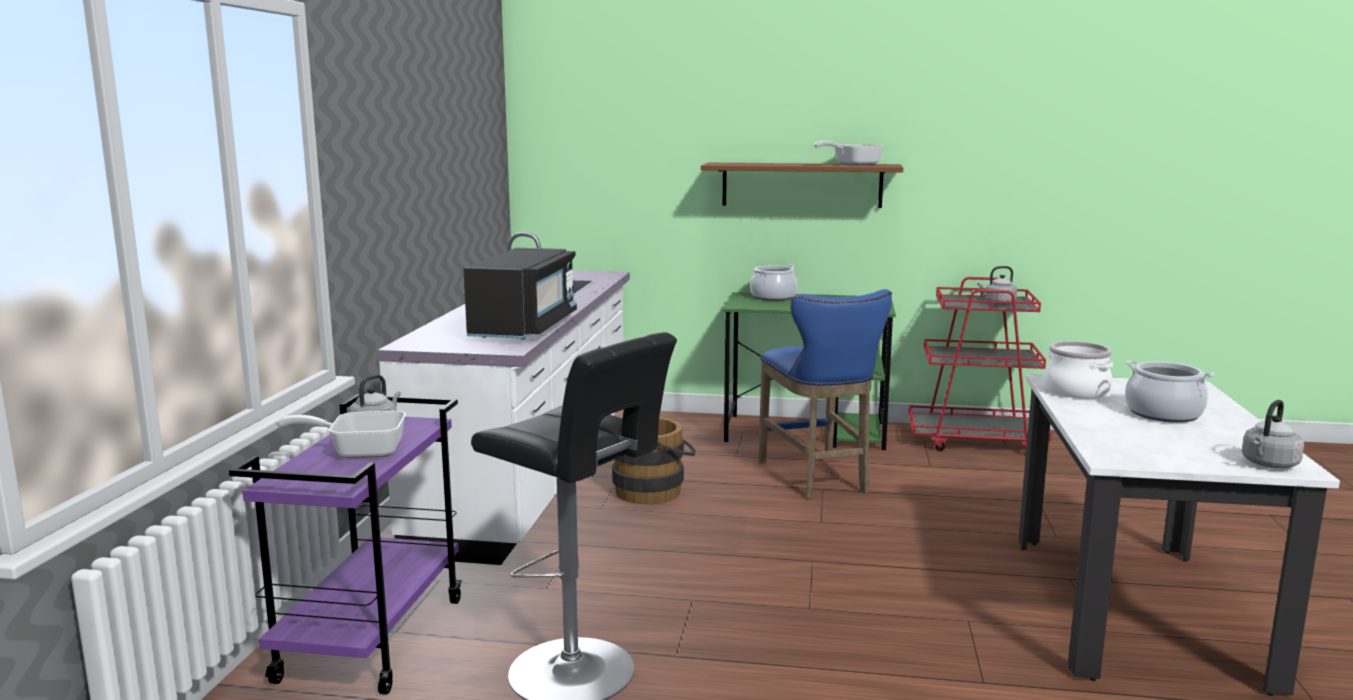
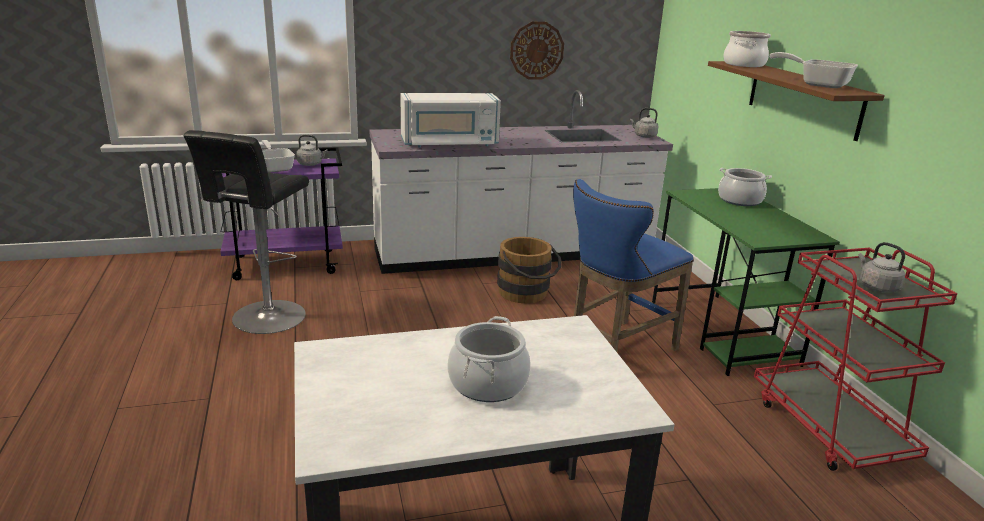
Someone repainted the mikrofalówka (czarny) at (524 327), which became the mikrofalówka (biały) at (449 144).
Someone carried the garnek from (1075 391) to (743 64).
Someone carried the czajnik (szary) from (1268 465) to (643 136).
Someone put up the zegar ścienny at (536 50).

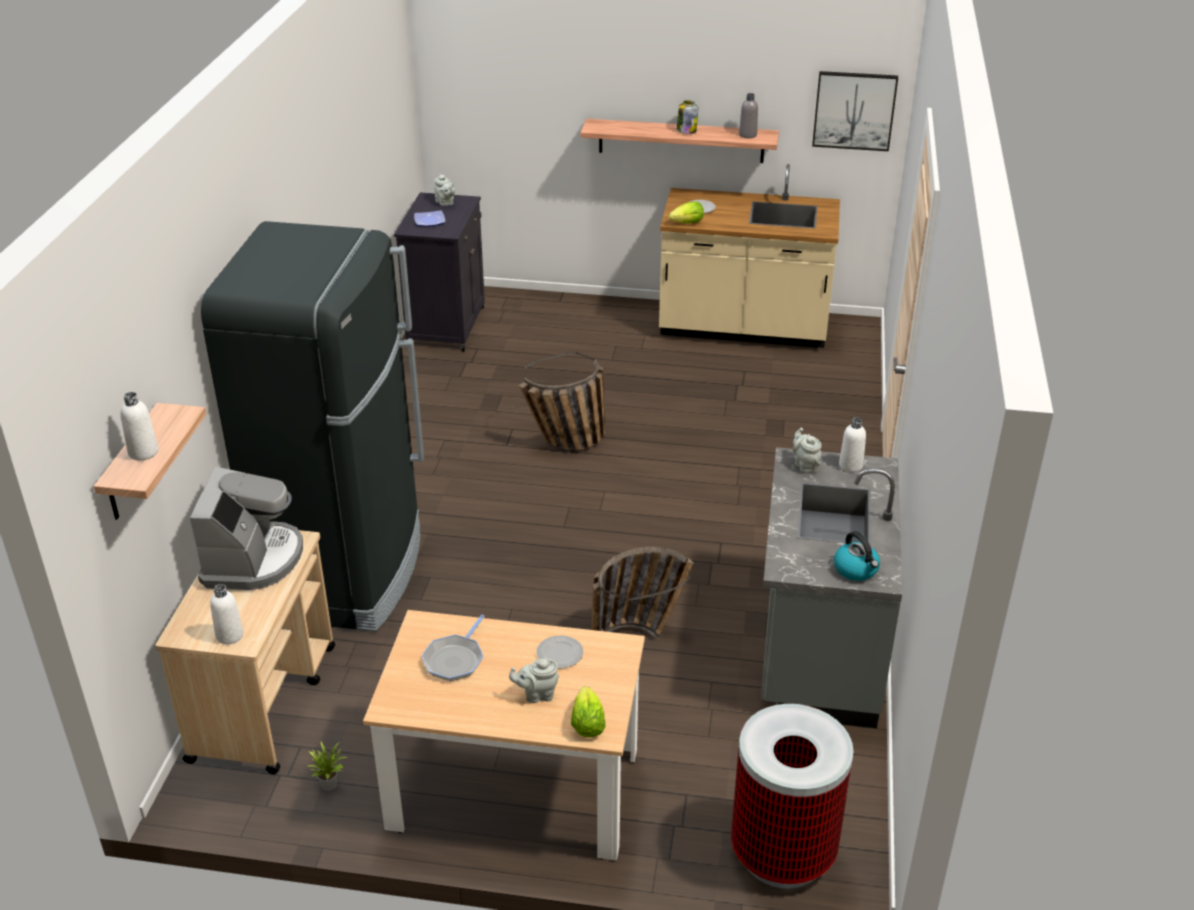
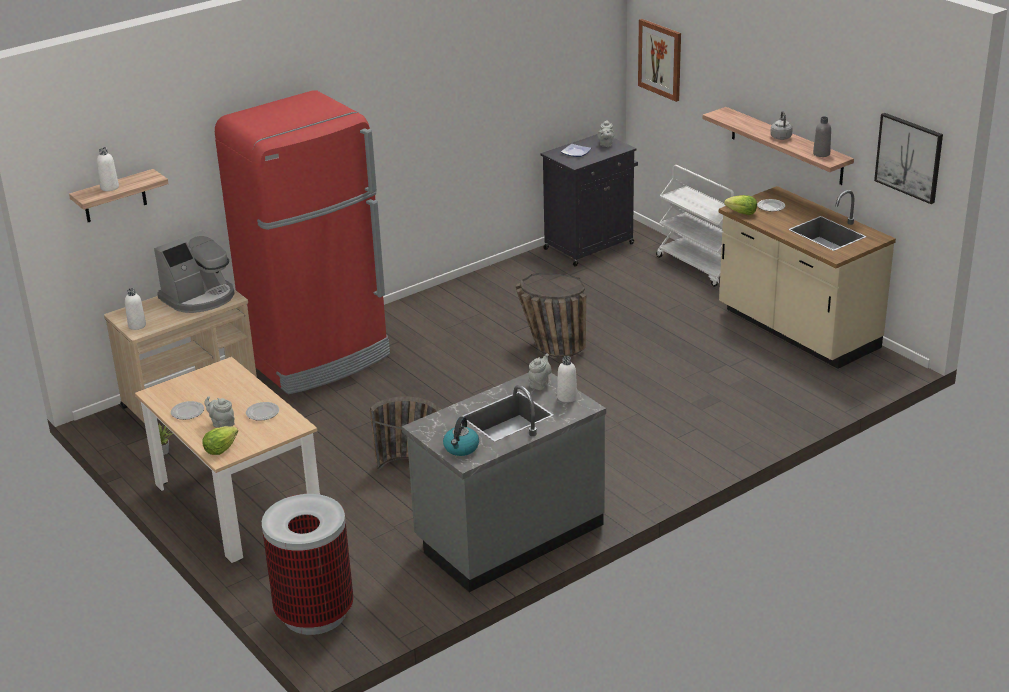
Someone repainted the lodówka (czarny) at (346 573), which became the lodówka (czerwony) at (319 358).
Someone took away the patelnia at (455 659).
Someone swapped the słoik at (686 131) for the czajnik (szary) at (780 136).
Someone put down the talerz at (188 412).
Someone put up the obraz at (660 59).
Someone put down the wózek (biały) at (699 266).

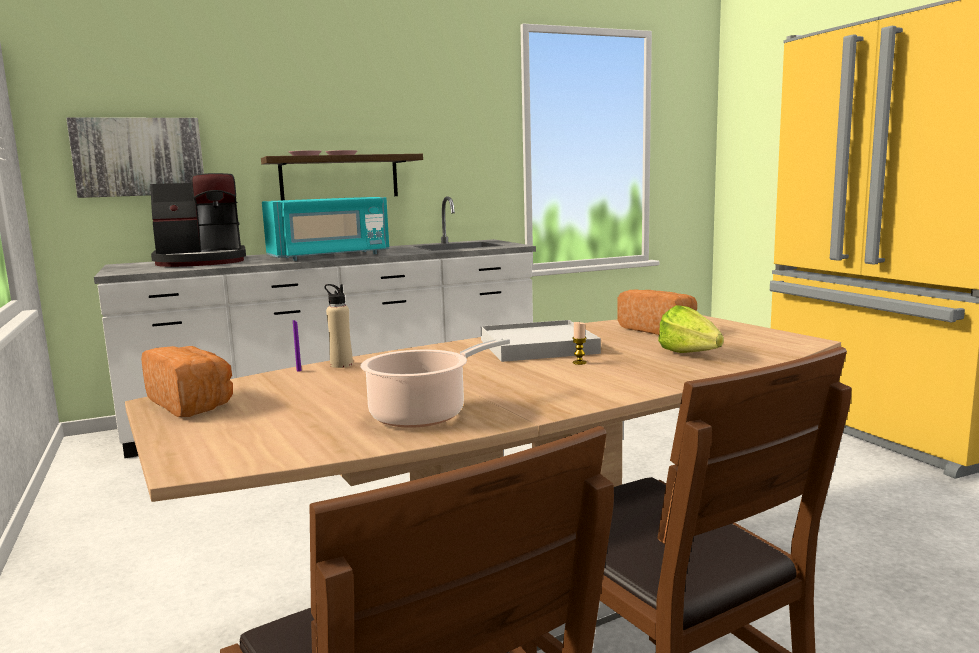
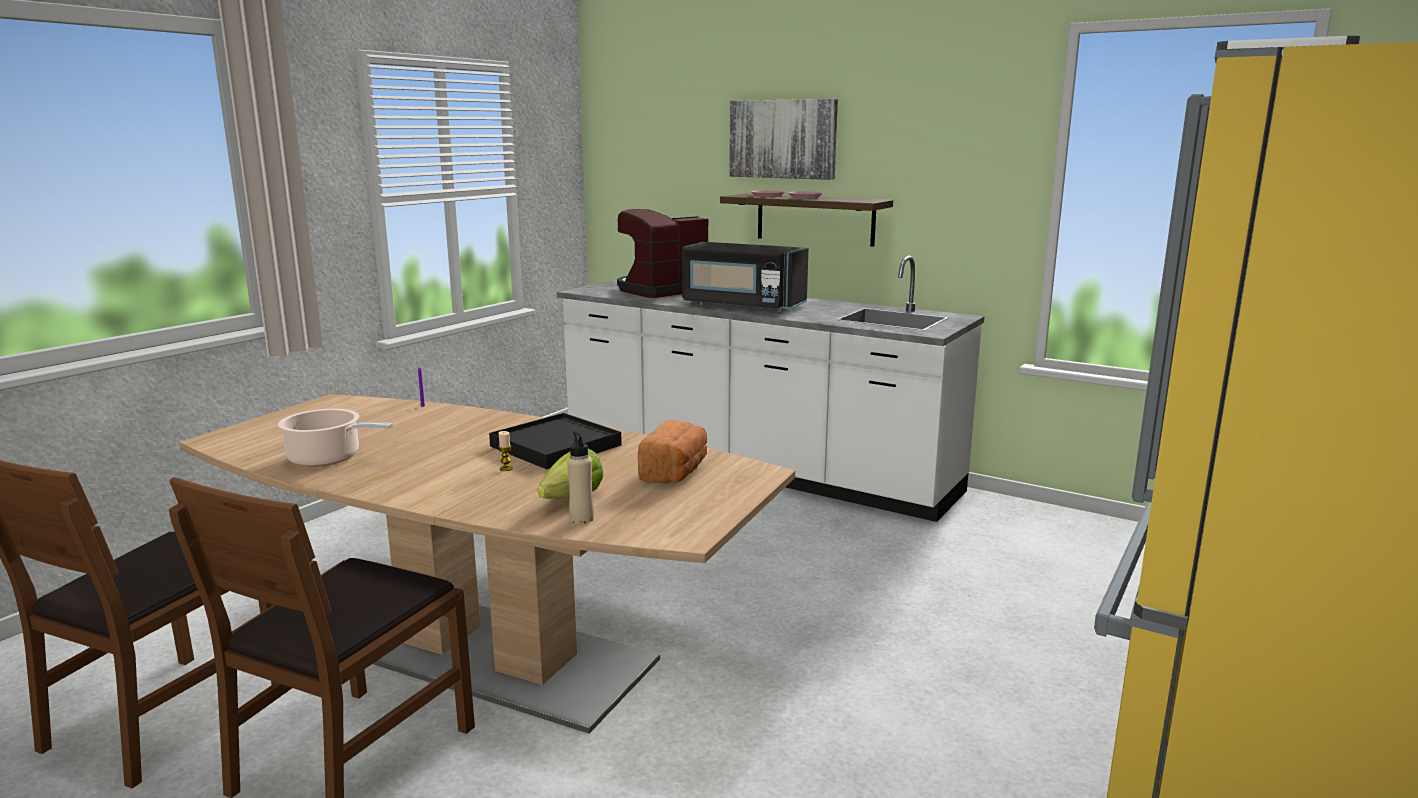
Someone carried the obraz from (139 157) to (783 139).
Someone took away the chleb at (192 403).
Someone rotated the ekspres do kawy at (202 262) by 105 degrees clockwise.
Someone repainted the mikrofalówka (turkusowy) at (330 256), which became the mikrofalówka (czarny) at (742 306).
Someone carried the butelka (beżowy) from (341 365) to (582 518).
Someone repainted the taca (biały) at (538 346), which became the taca (czarny) at (555 446).

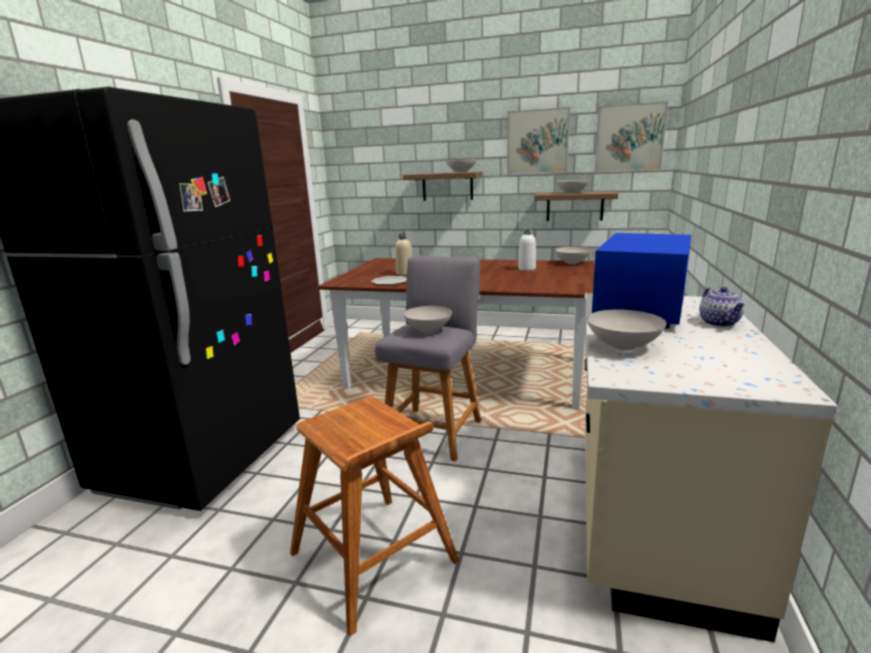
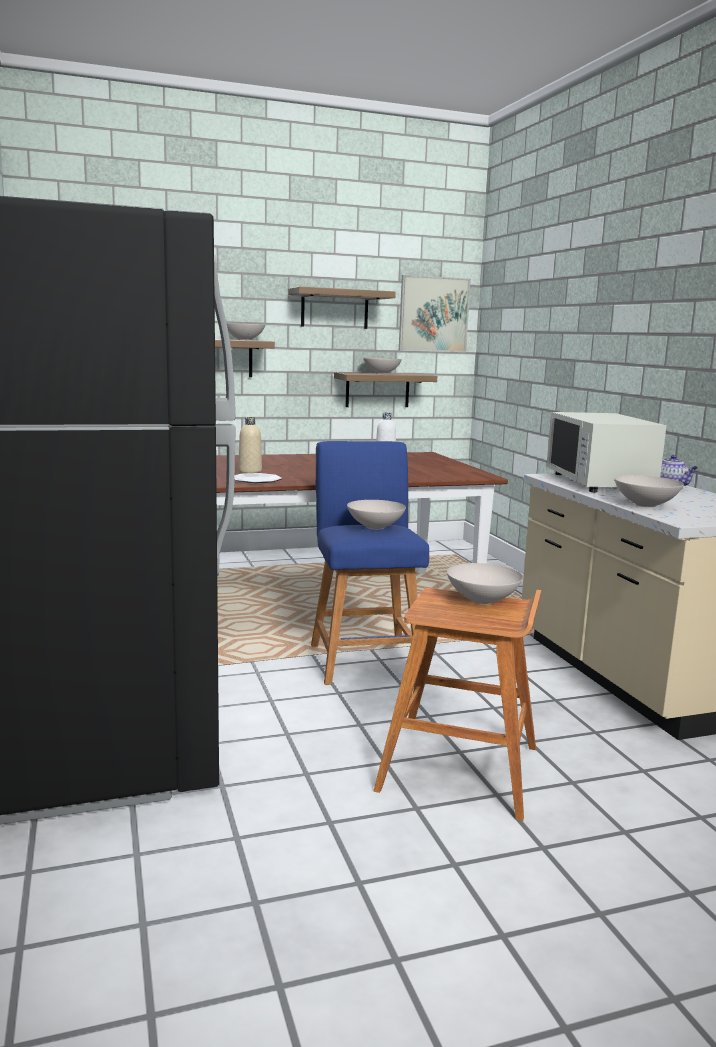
Someone repainted the stołek (szary) at (435 430), which became the stołek (niebieski) at (364 659).
Someone swapped the obraz at (537 142) for the półka at (334 309).
Someone carried the miska (biały) from (571 263) to (481 601).
Someone repainted the mikrofalówka (niebieski) at (641 310), which became the mikrofalówka (biały) at (599 482).

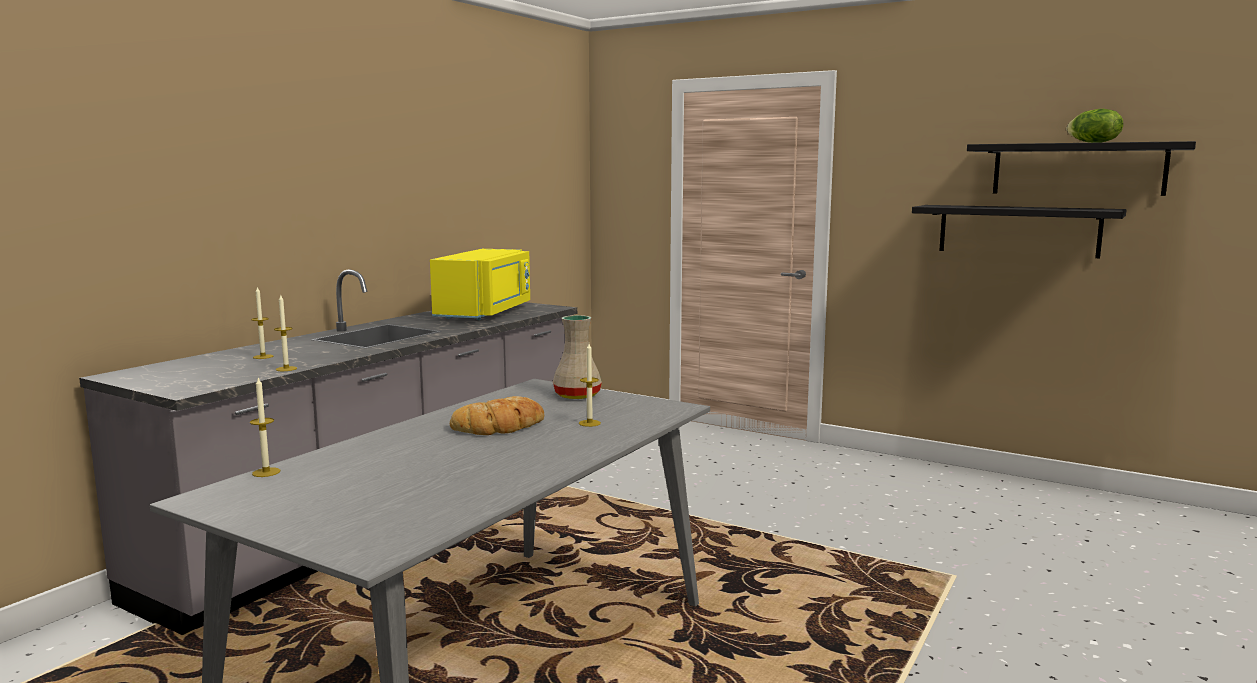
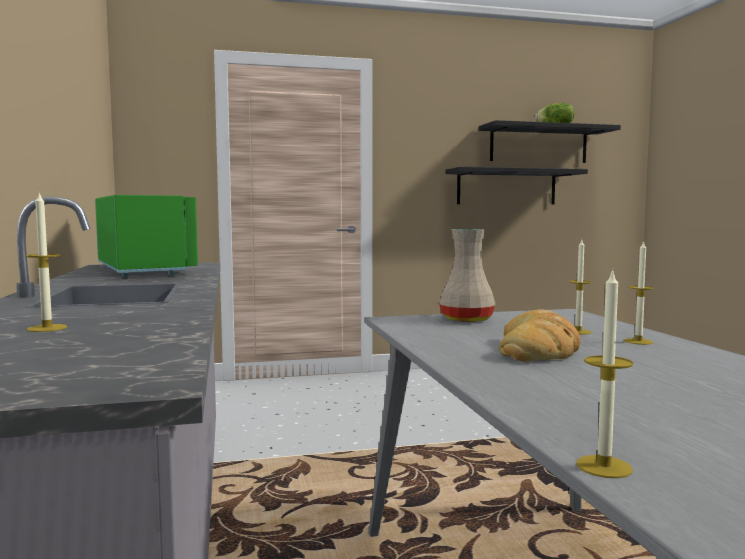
Someone carried the świeca from (286 369) to (638 341).
Someone repainted the mikrofalówka (żółty) at (486 312), which became the mikrofalówka (zielony) at (147 270).

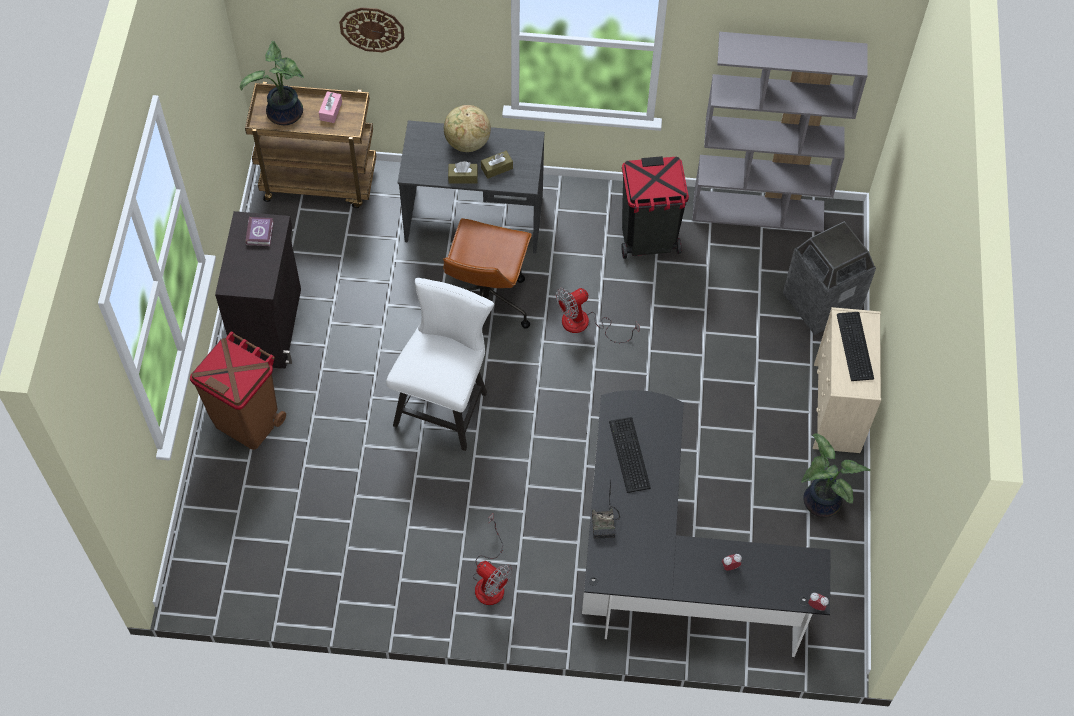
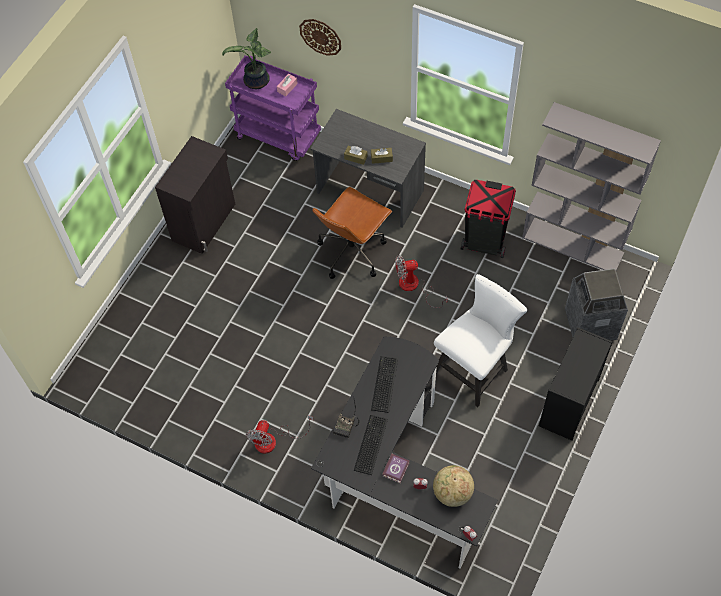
Someone took away the kosz na śmieci (brązowy) at (247 421).
Someone repainted the wózek (brązowy) at (320 181), which became the wózek (fioletowy) at (279 136).
Someone carried the książka from (260 232) to (396 469).
Someone carried the krzesło (biały) from (445 404) to (474 368).
Someone carried the globus from (467 143) to (452 493).
Someone rotated the wentylator at (490 580) by 45 degrees clockwise.
Someone took away the roślina doniczkowa at (819 501).
Someone repainted the komoda (beżowy) at (837 409), which became the komoda (czarny) at (568 403).
Someone carried the klawiatura from (853 347) to (369 445).

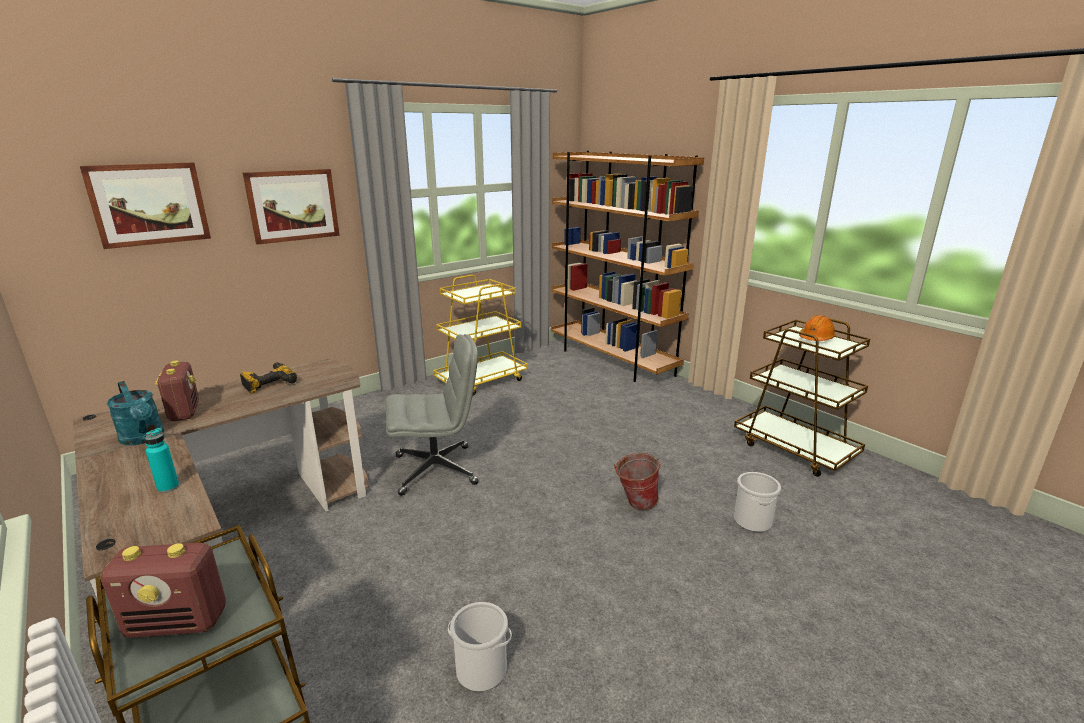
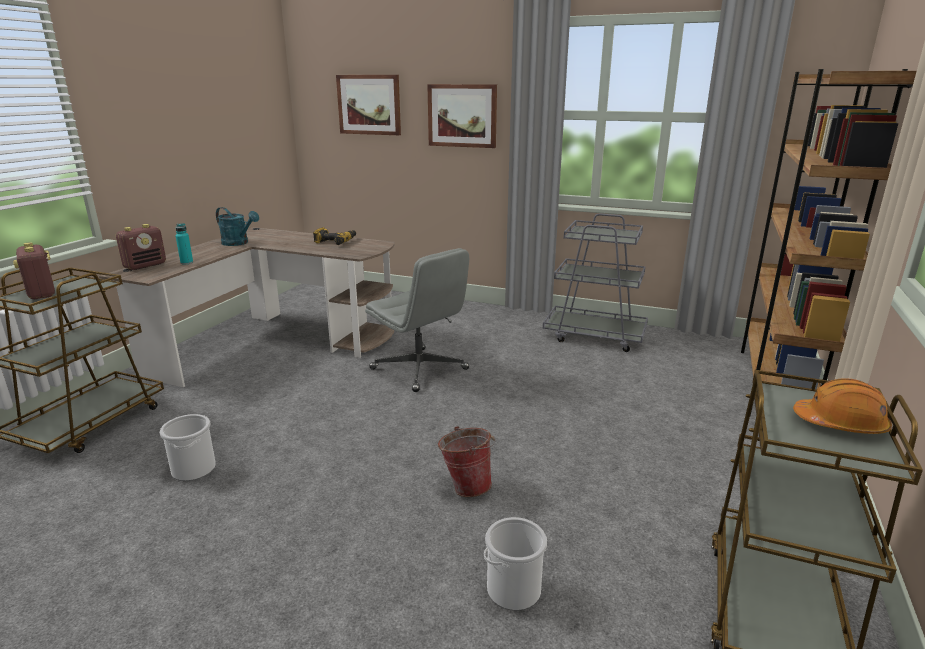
Someone rotated the konewka (turkusowy) at (144 438) by 75 degrees counterclockwise.
Someone carried the radio from (184 412) to (145 265).
Someone repainted the wózek (żółty) at (482 380), which became the wózek (szary) at (595 336).

